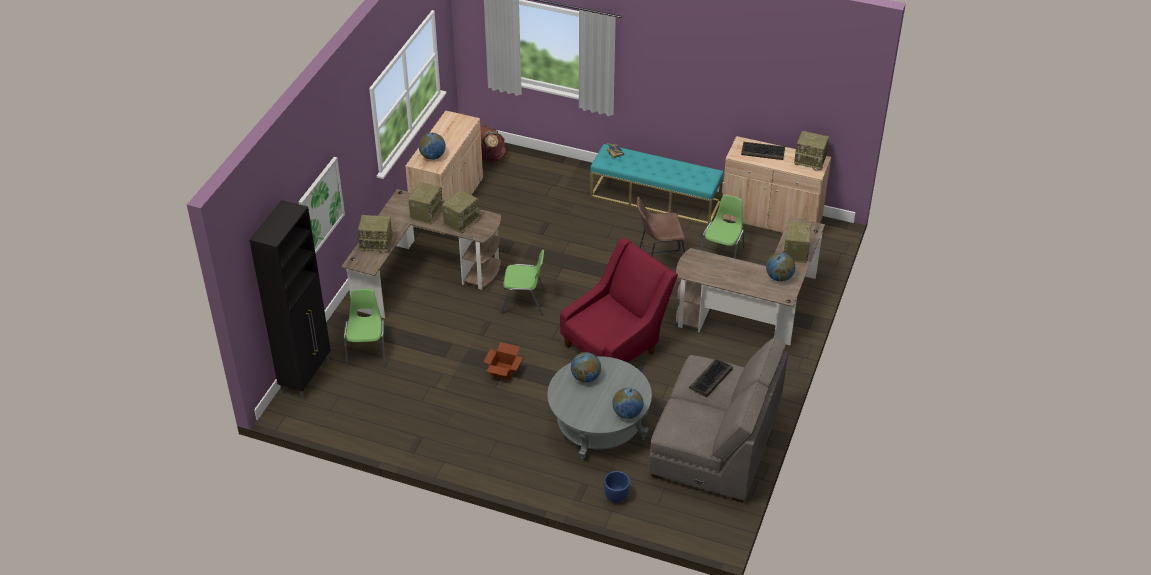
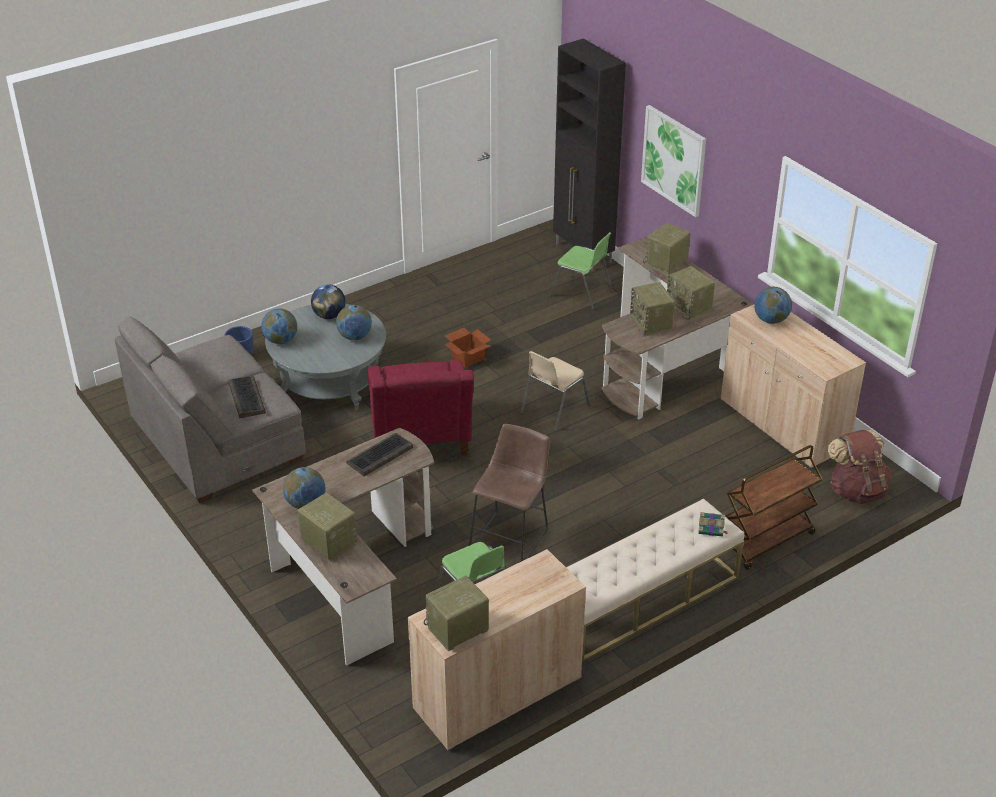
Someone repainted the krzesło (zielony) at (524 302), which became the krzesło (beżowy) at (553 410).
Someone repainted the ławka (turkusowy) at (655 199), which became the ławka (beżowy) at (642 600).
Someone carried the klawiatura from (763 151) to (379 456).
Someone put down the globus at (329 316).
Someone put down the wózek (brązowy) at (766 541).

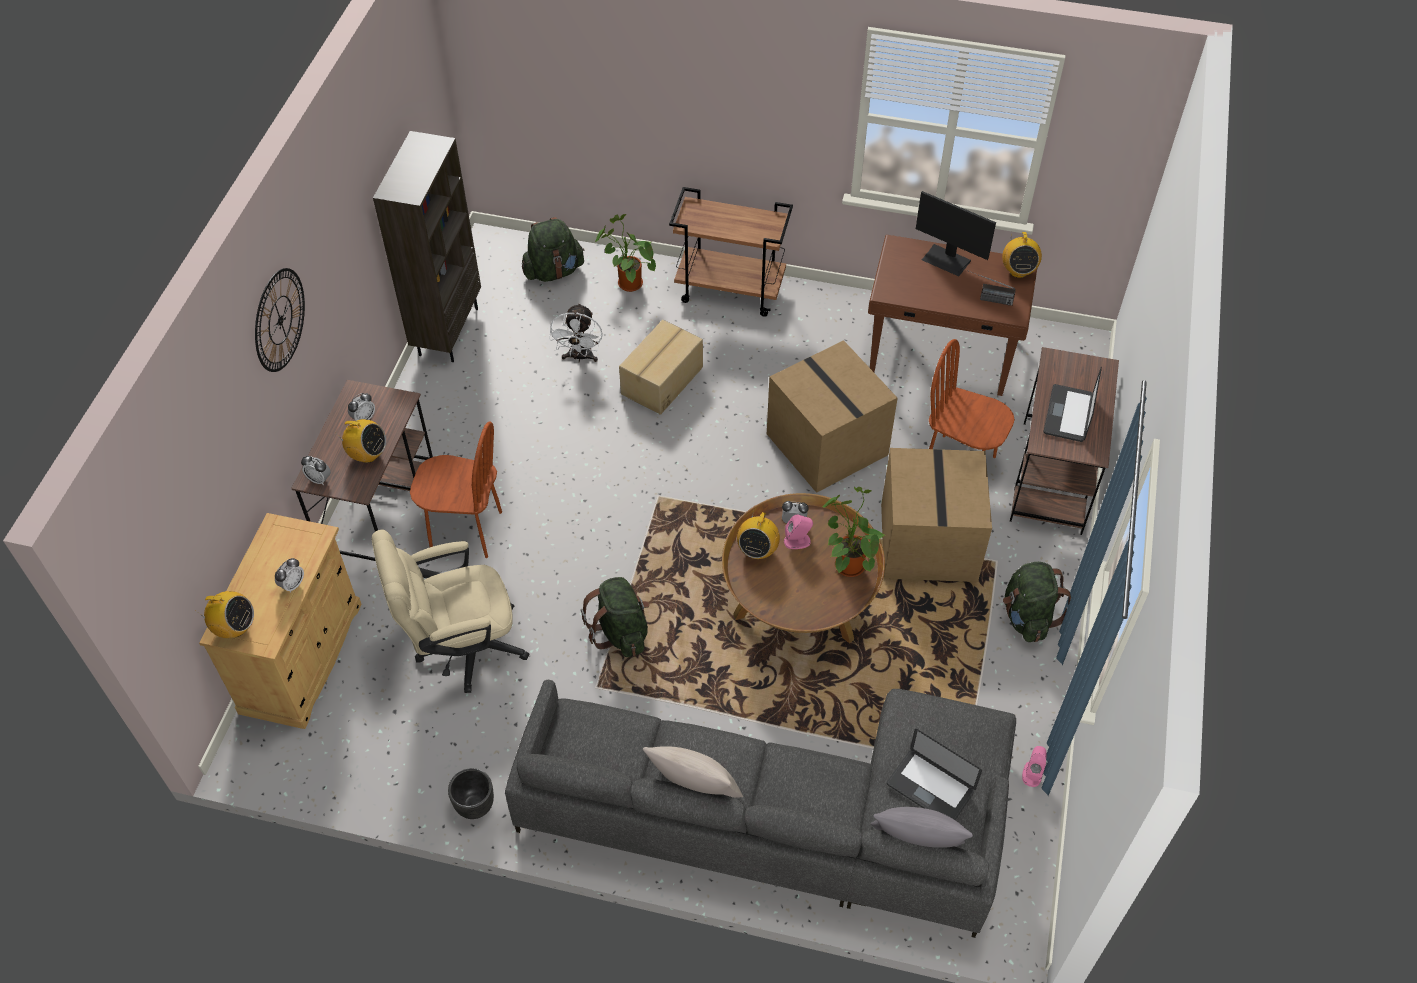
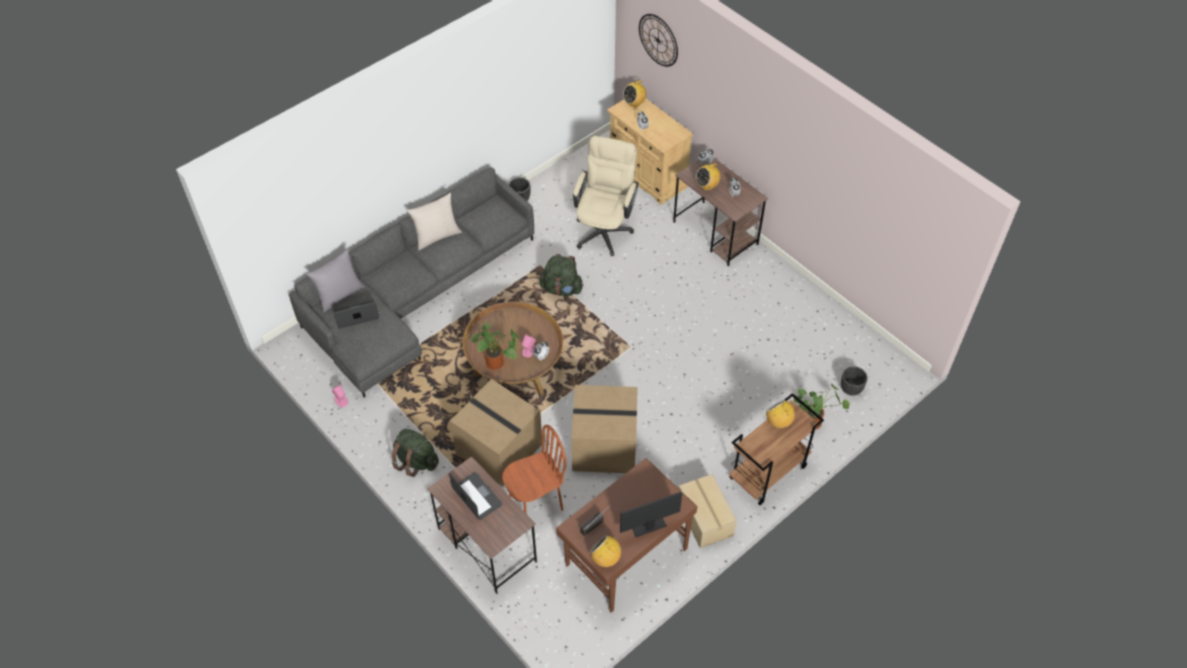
Someone carried the zegar ścienny from (280 320) to (658 40).
Someone took away the regał (brązowy) at (448 331).
Someone took away the krzesło (brązowy) at (466 530).
Someone swapped the plecak (zielony) at (554 271) for the donica (czarny) at (851 389).
Someone took away the wentylator (biały) at (580 357).
Someone carried the karton from (661 380) to (705 517).
Someone carried the radio from (757 550) to (778 422).

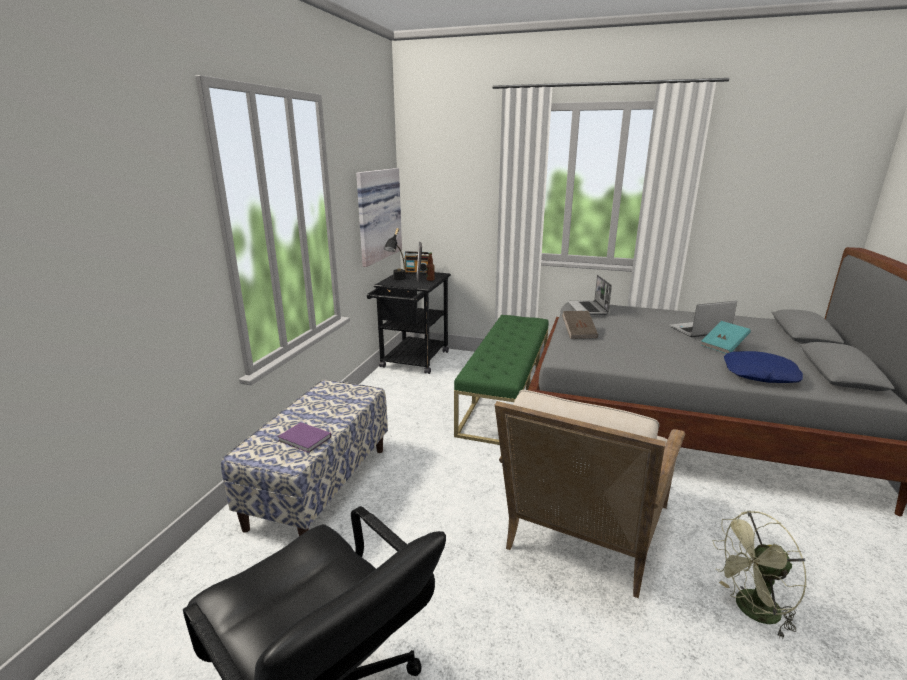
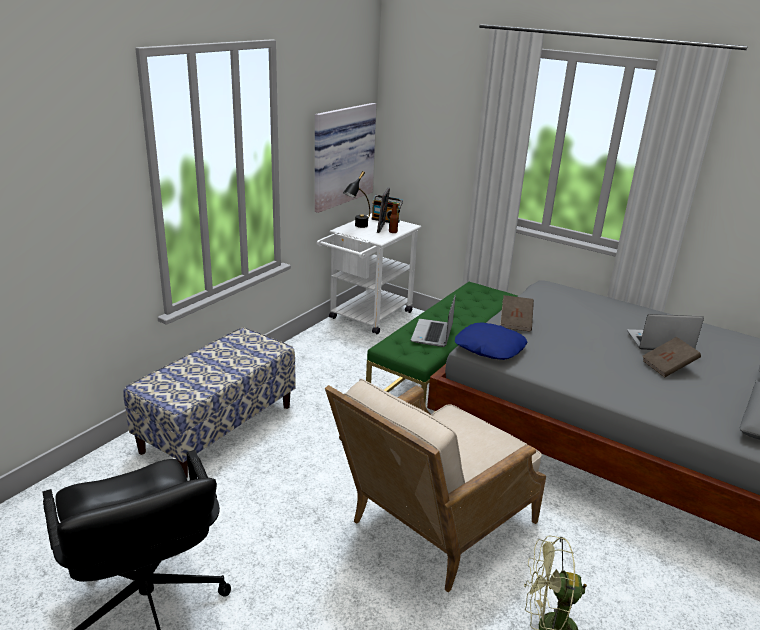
Someone took away the książka (fioletowy) at (305 439).
Someone repainted the wózek (czarny) at (412 362), which became the wózek (biały) at (367 317).
Someone carried the laptop from (588 309) to (433 334).
Someone repainted the książka (turkusowy) at (723 346), which became the książka (brązowy) at (668 367).
Someone carried the poduszka (niebieski) from (759 374) to (489 348).

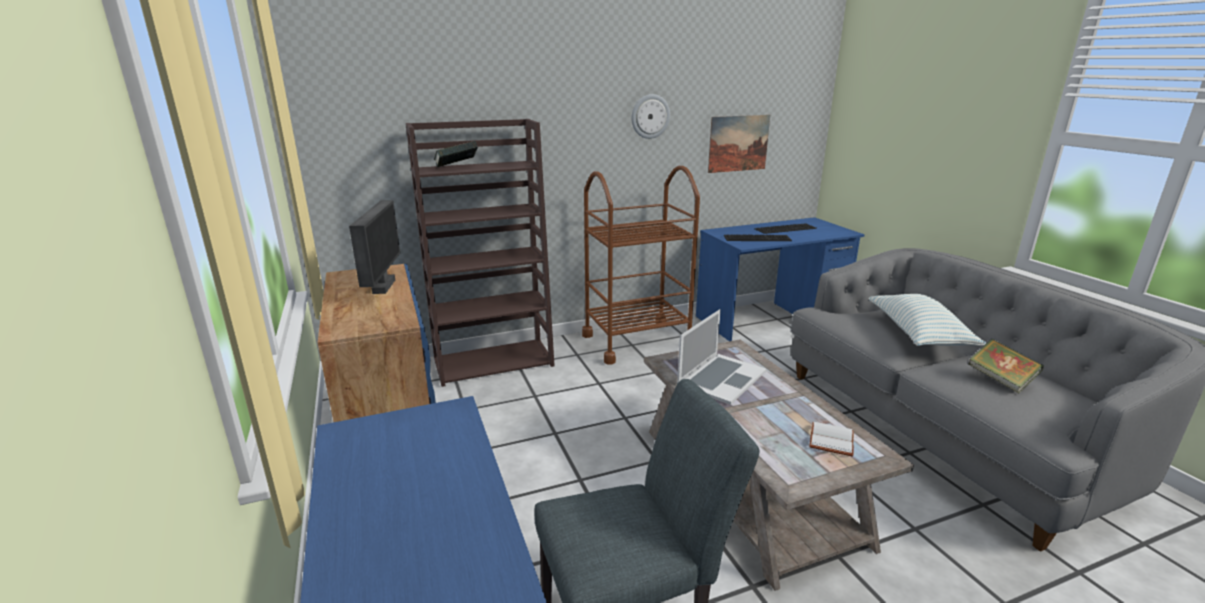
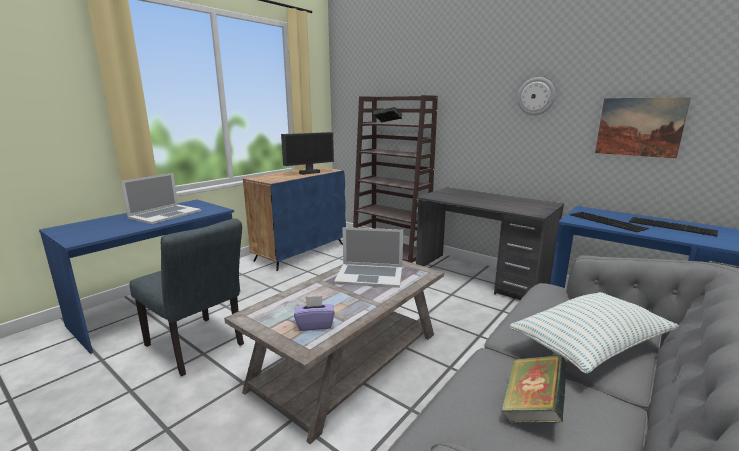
Someone swapped the wózek (brązowy) at (636 341) for the biurko (szary) at (480 277).
Someone swapped the książka (biały) at (833 441) for the pudełko chusteczek (fioletowy) at (315 325).
Someone put down the laptop at (165 214).

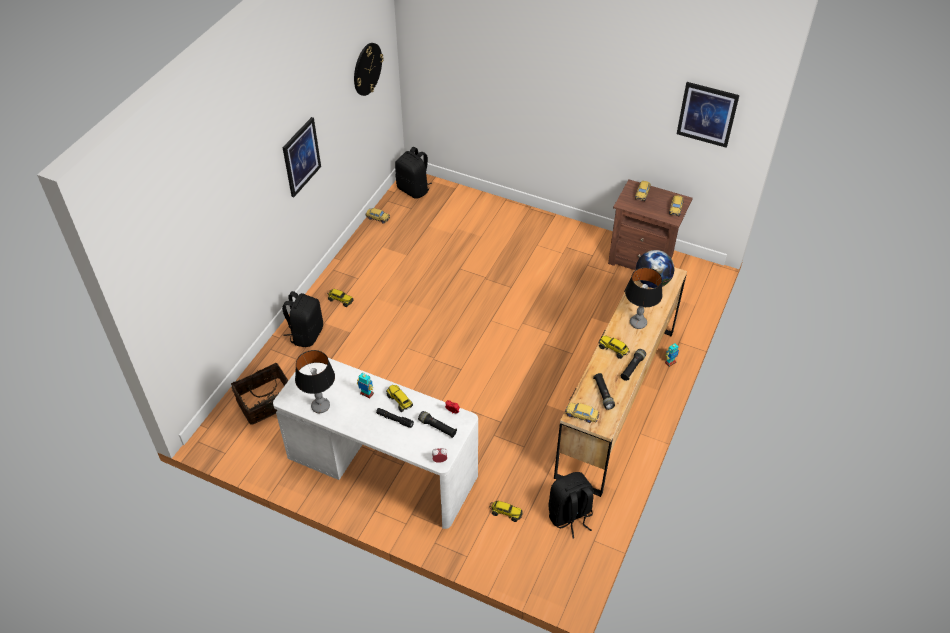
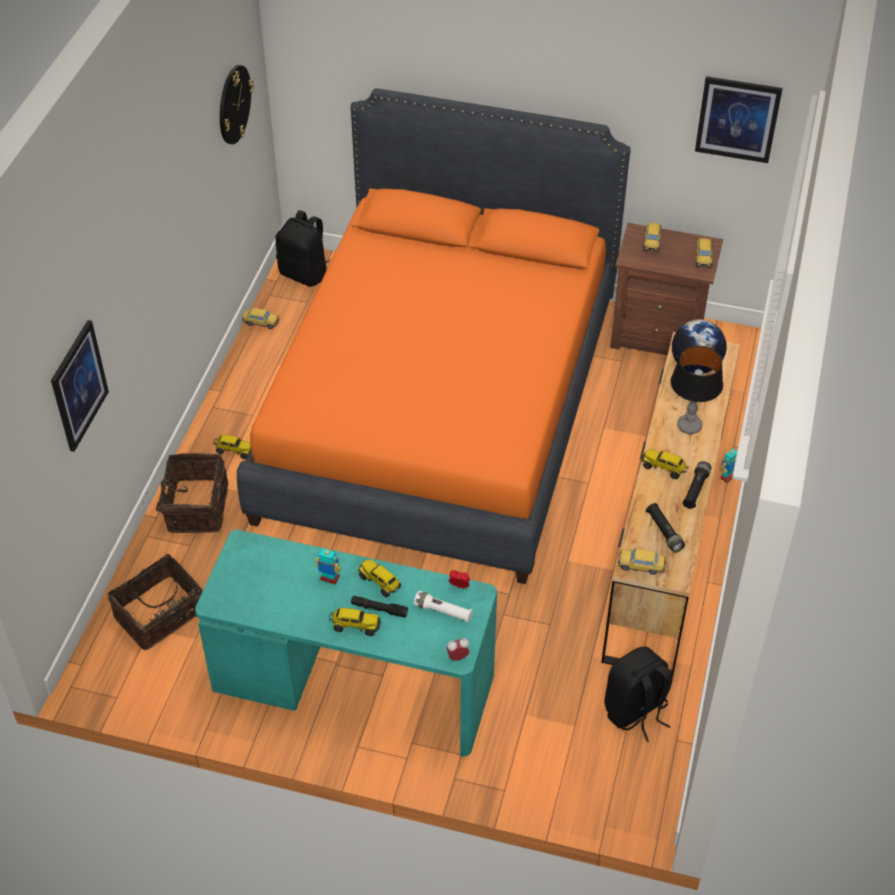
Someone repainted the biurko (biały) at (381 468), which became the biurko (turkusowy) at (353 684).
Someone carried the obraz from (301 157) to (78 385).
Someone swapped the plecak (czarny) at (306 334) for the koszyk at (195 507).
Someone took away the lampa stołowa at (320 406).
Someone repainted the latarka (czarny) at (437 427), which became the latarka (biały) at (443 611).
Someone carried the ciężarówka zabawkowa from (505 513) to (355 625).
Someone put down the łóżko (pomarańczowy) at (440 410).

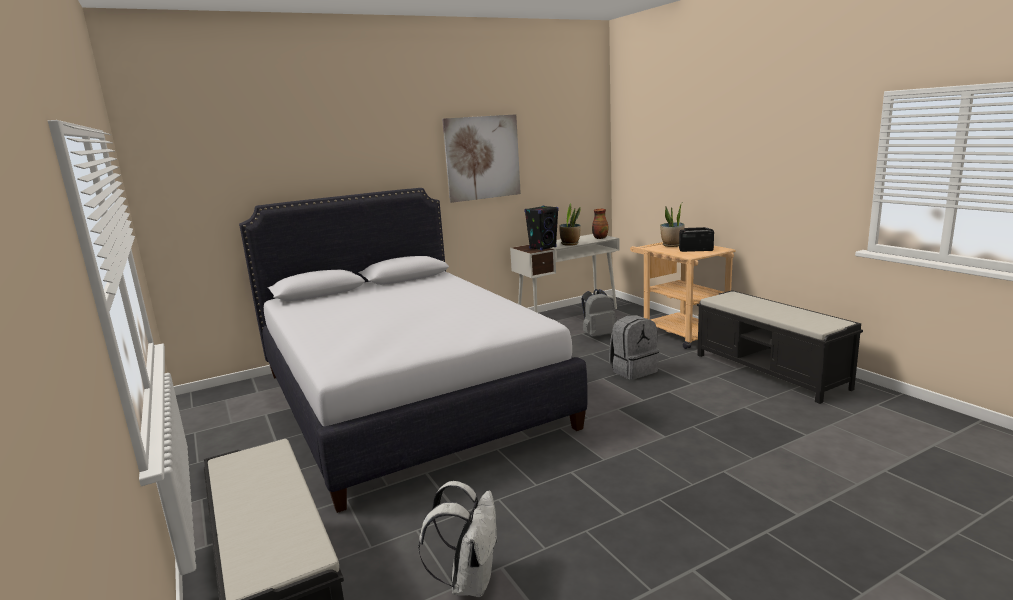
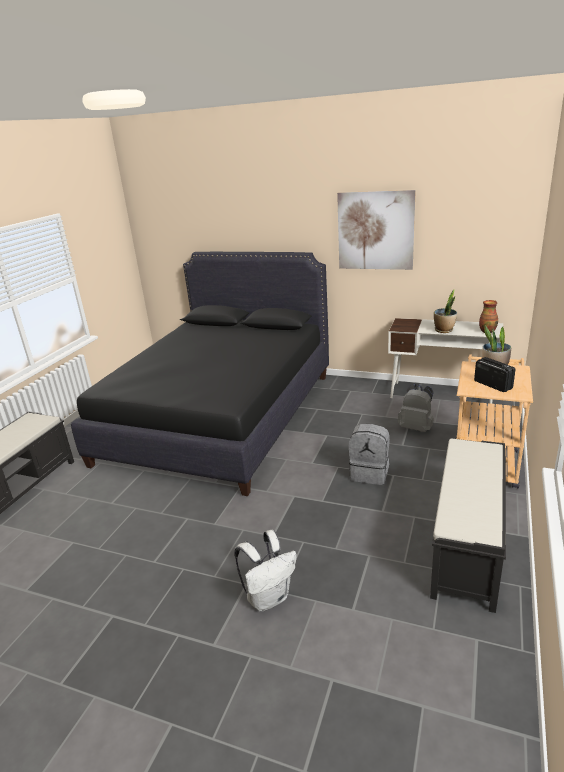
Someone repainted the łóżko (biały) at (406 399), which became the łóżko (czarny) at (220 416).
Someone carried the plecak (biały) from (470 581) to (269 597).
Someone took away the głośnik (czarny) at (543 248).

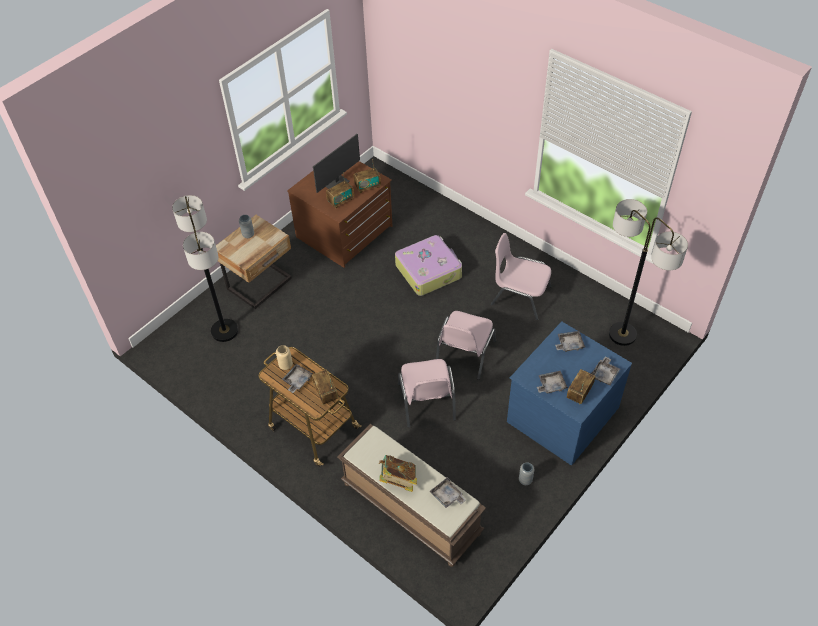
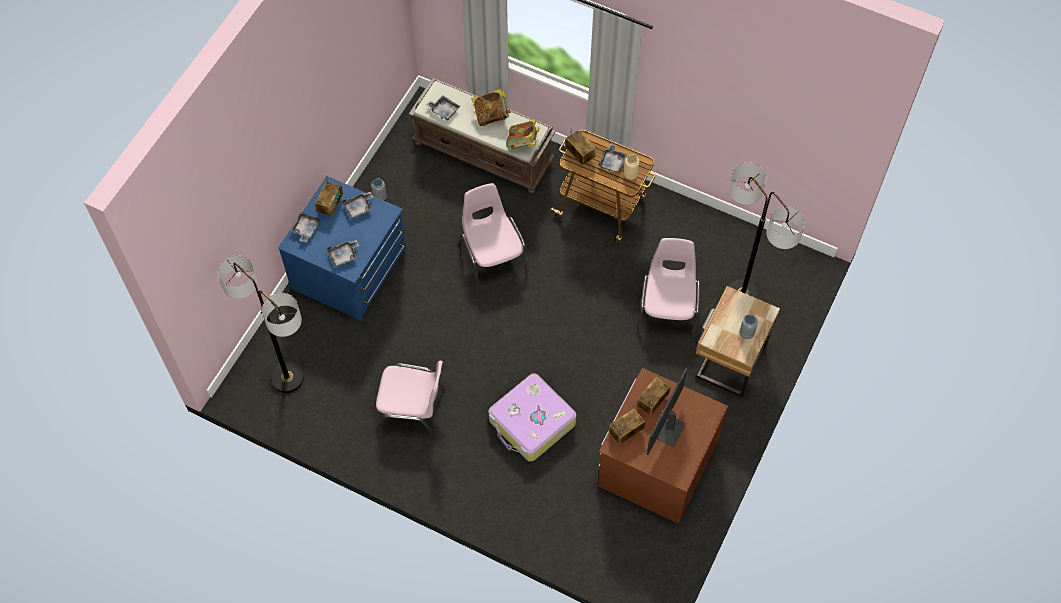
Someone carried the krzesło (różowy) from (464 354) to (668 308).
Someone put down the książka at (522 144).

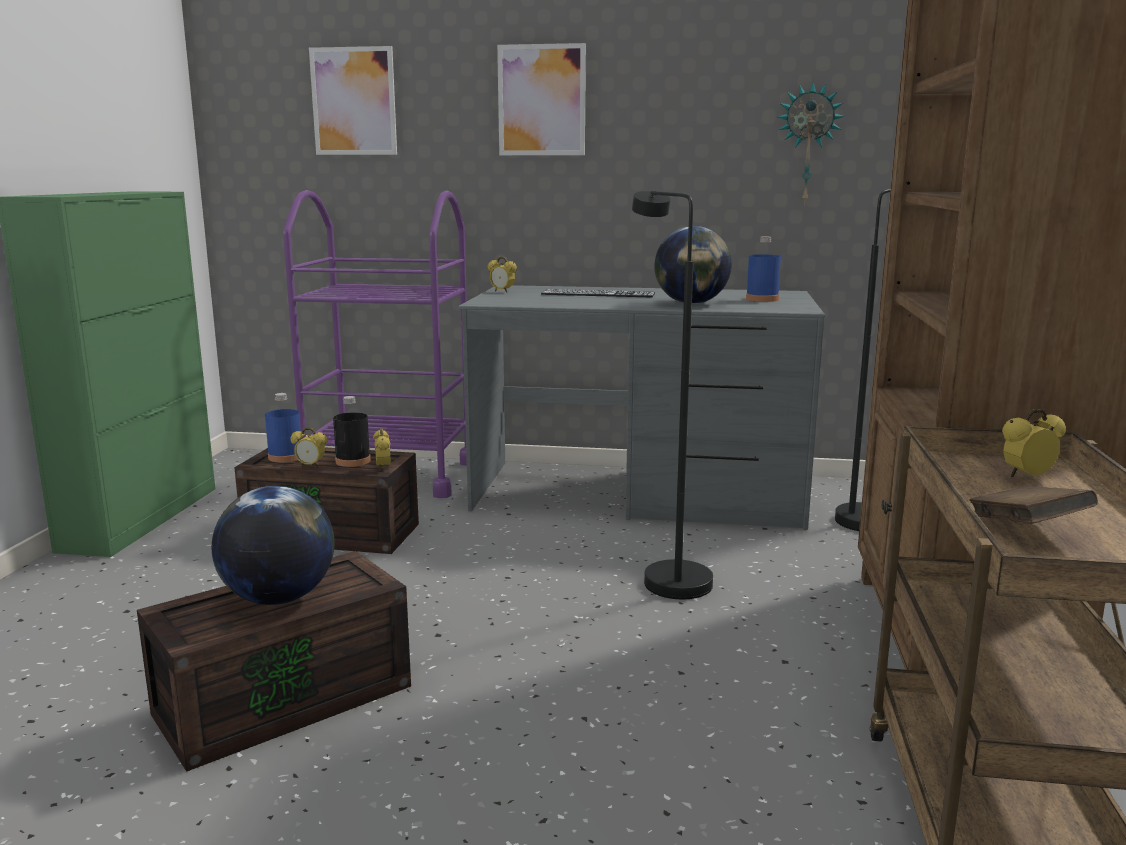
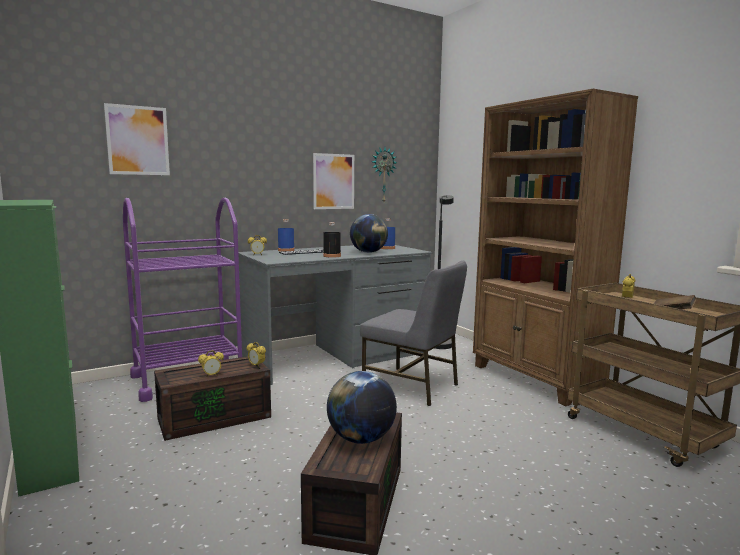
Someone carried the butelka (niebieski) from (285 457) to (286 250).
Someone carried the butelka (czarny) from (353 461) to (332 256).
Someone carried the obraz from (541 100) to (333 181).
Someone swapped the lampa stojąca (czarny) at (667 576) for the krzesło (szary) at (412 386).

